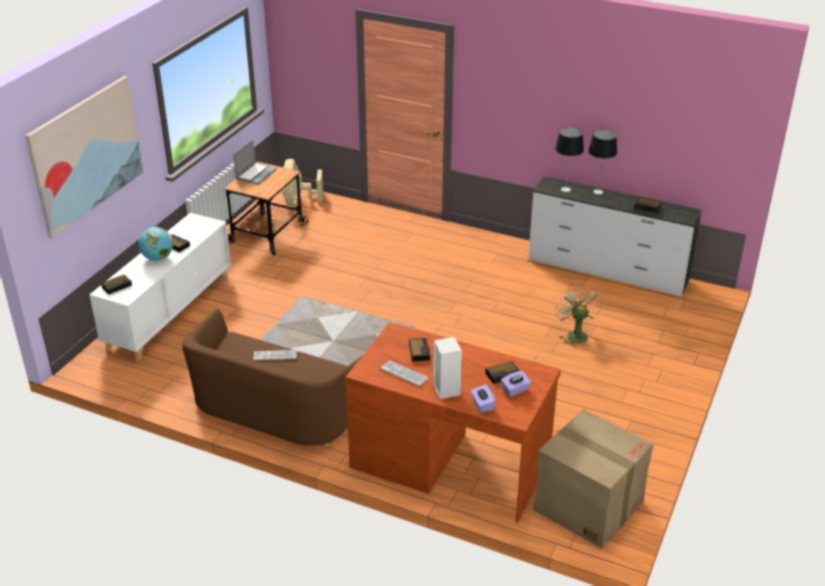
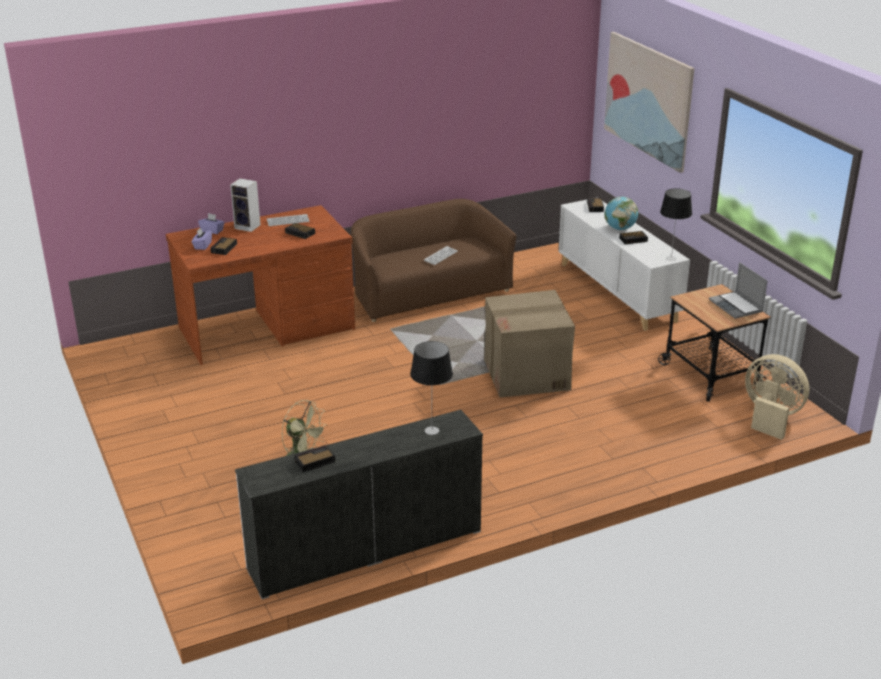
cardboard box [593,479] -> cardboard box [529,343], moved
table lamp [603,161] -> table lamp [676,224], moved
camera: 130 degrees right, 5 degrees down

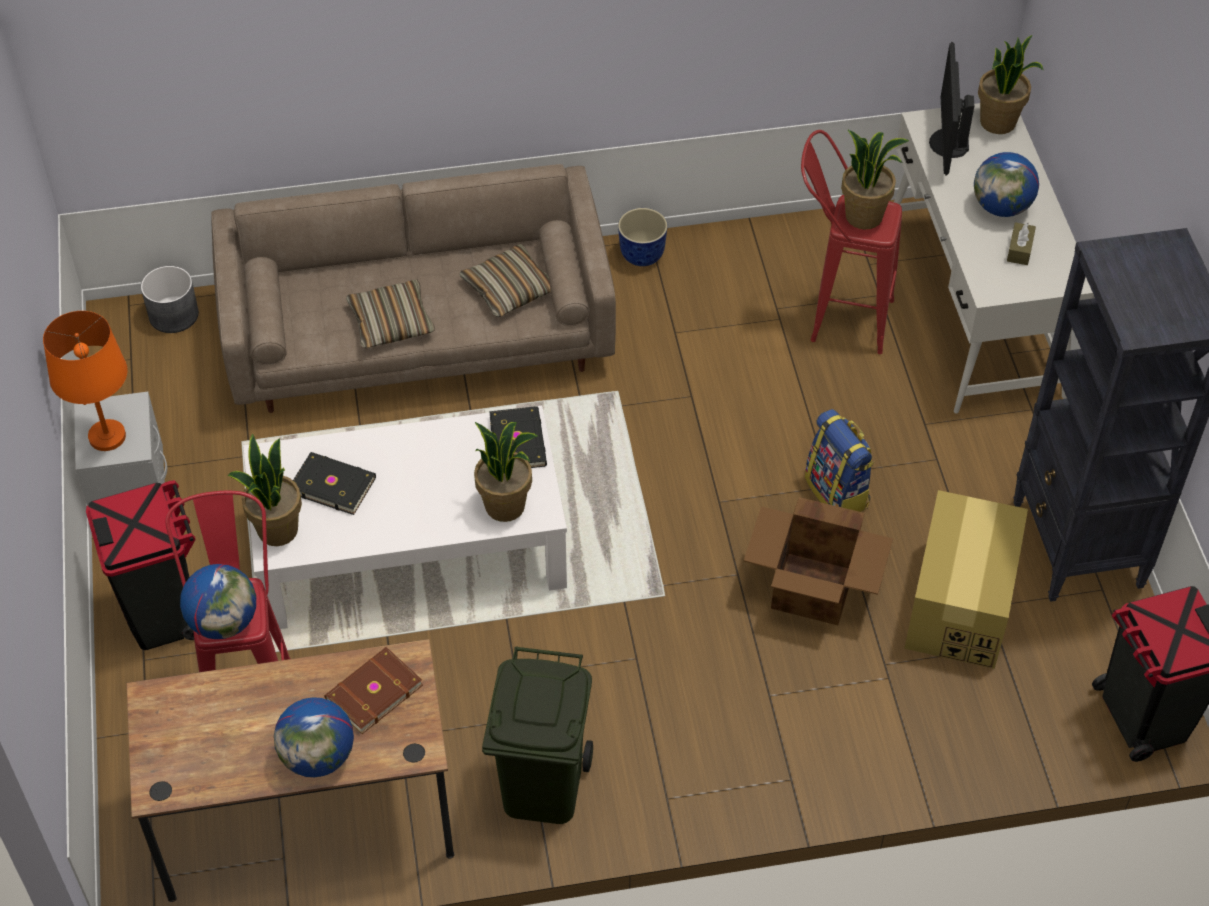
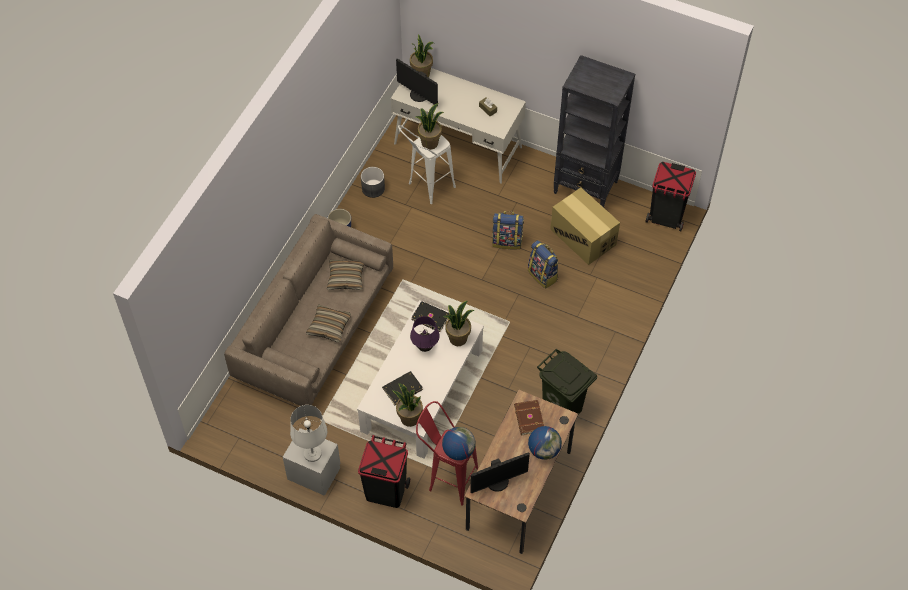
globe [1006,184] -> none
none -> table lamp/purple [425,334]
none -> monitor [500,473]
planter/grey [170,299] -> planter/grey [373,182], moved
cardboard box [818,561] -> backpack [543,264]
table lamp/orange [85,381] -> table lamp/white [308,433]
stool/red [851,242] -> stool/white [427,164]
camera: 55 degrees left, 5 degrees up

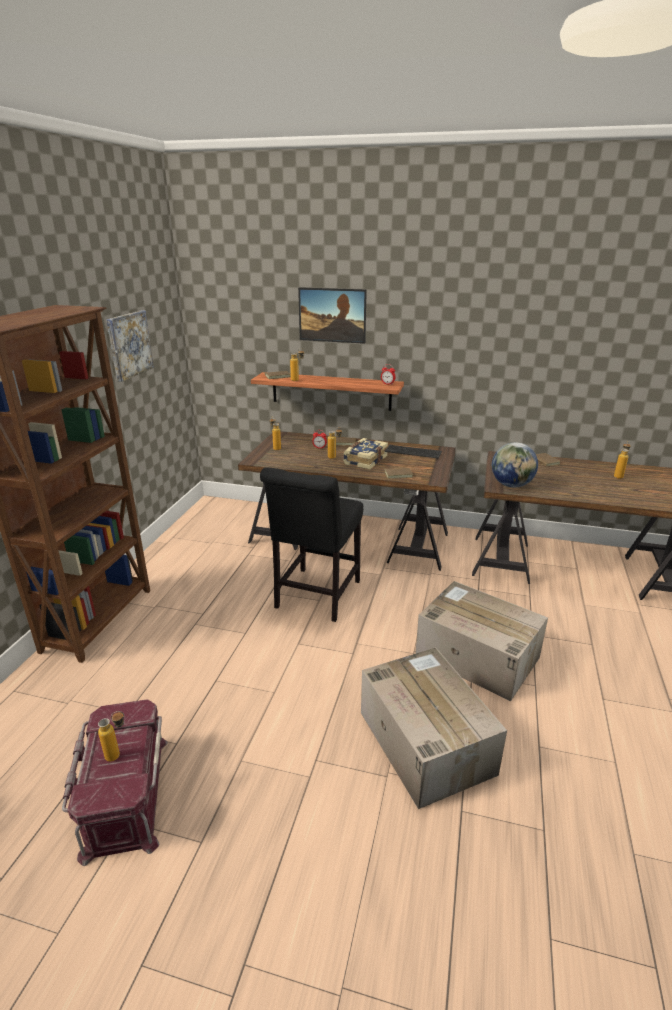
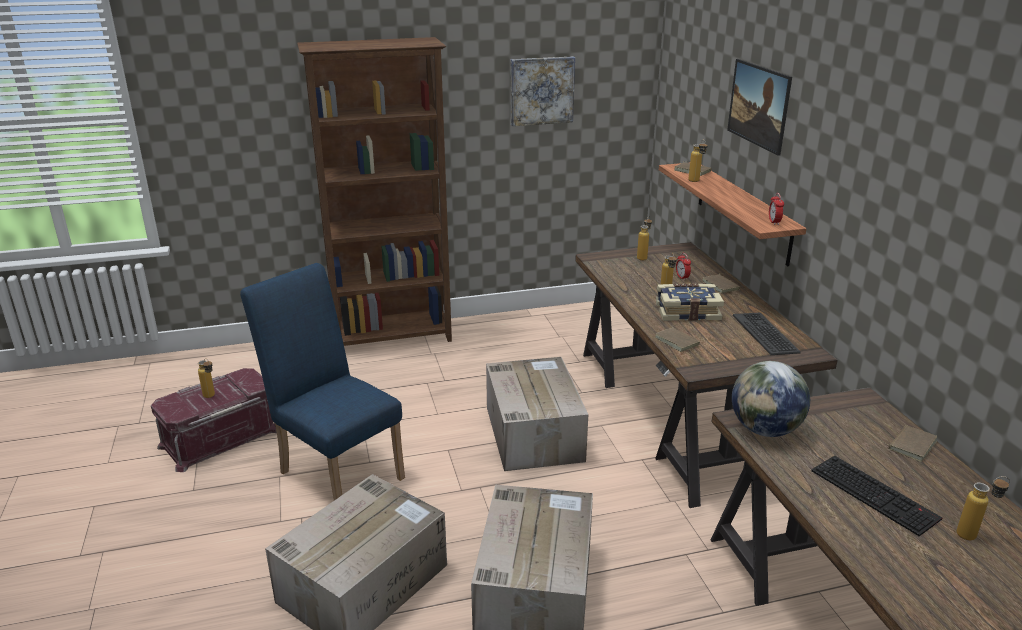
none -> chair/blue [322,381]
none -> keyboard [876,496]
chair/black [311,544] -> cardboard box [537,414]
camera: 60 degrees right, 0 degrees up

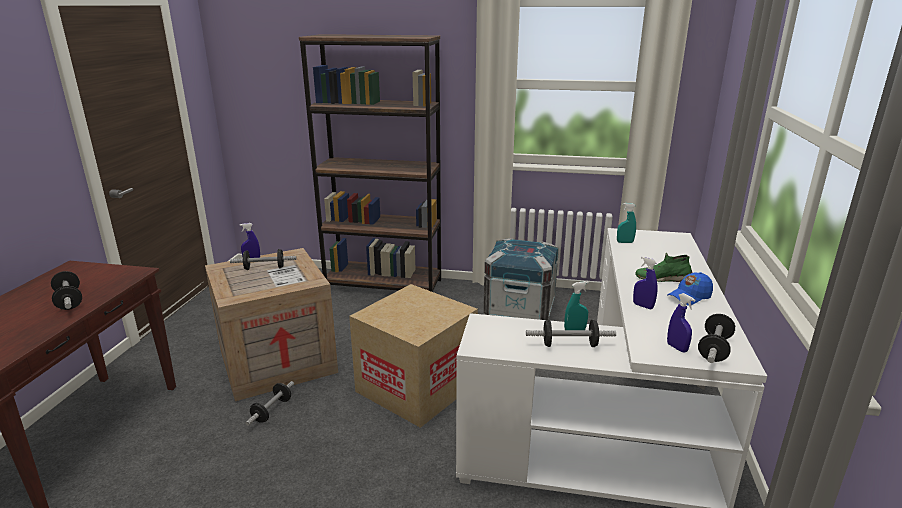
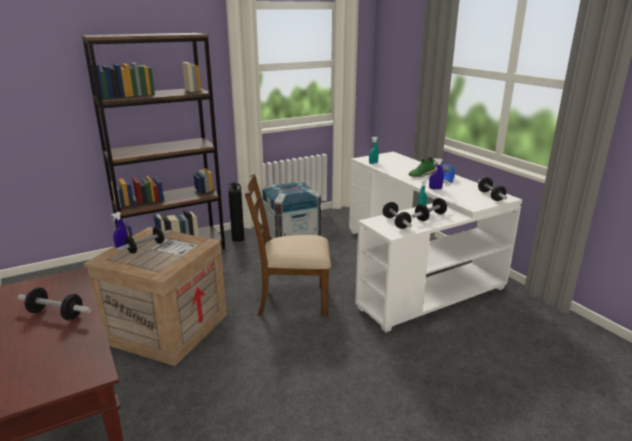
spray bottle/blue [681,323] -> none
none -> fire extinguisher [236,212]
dumbbell [269,403] -> dumbbell [397,215], moved
cardboard box [413,356] -> chair/brown [288,245]
camera: 40 degrees left, 0 degrees up

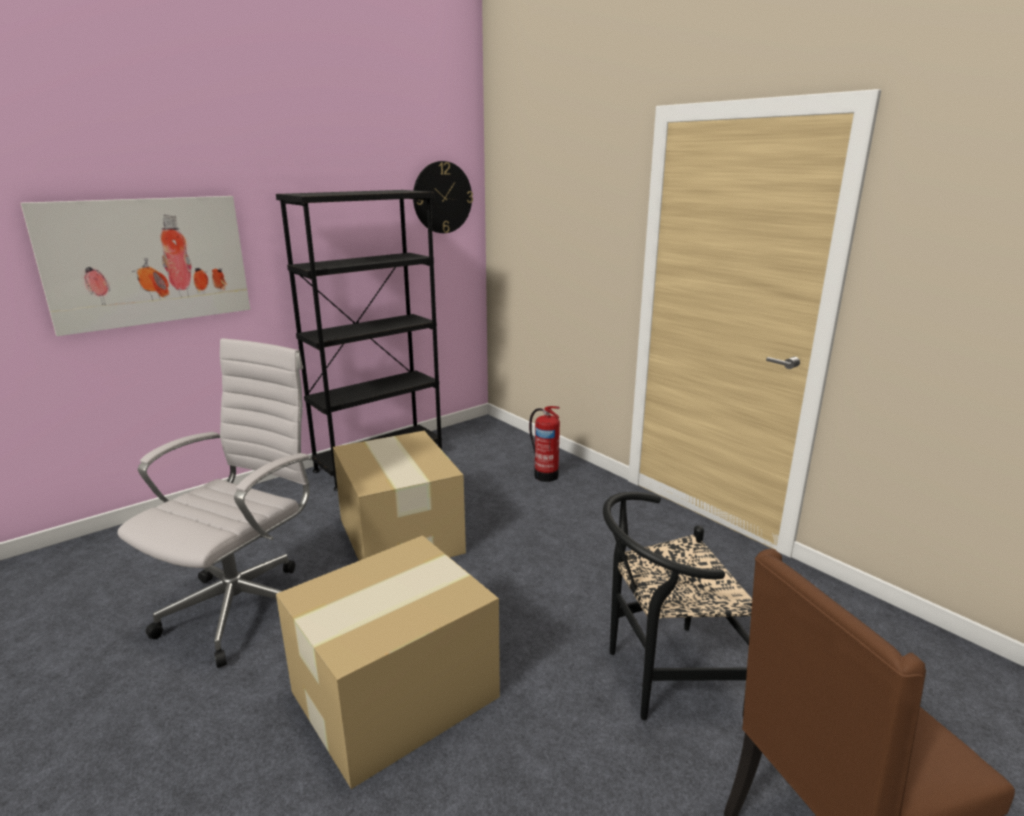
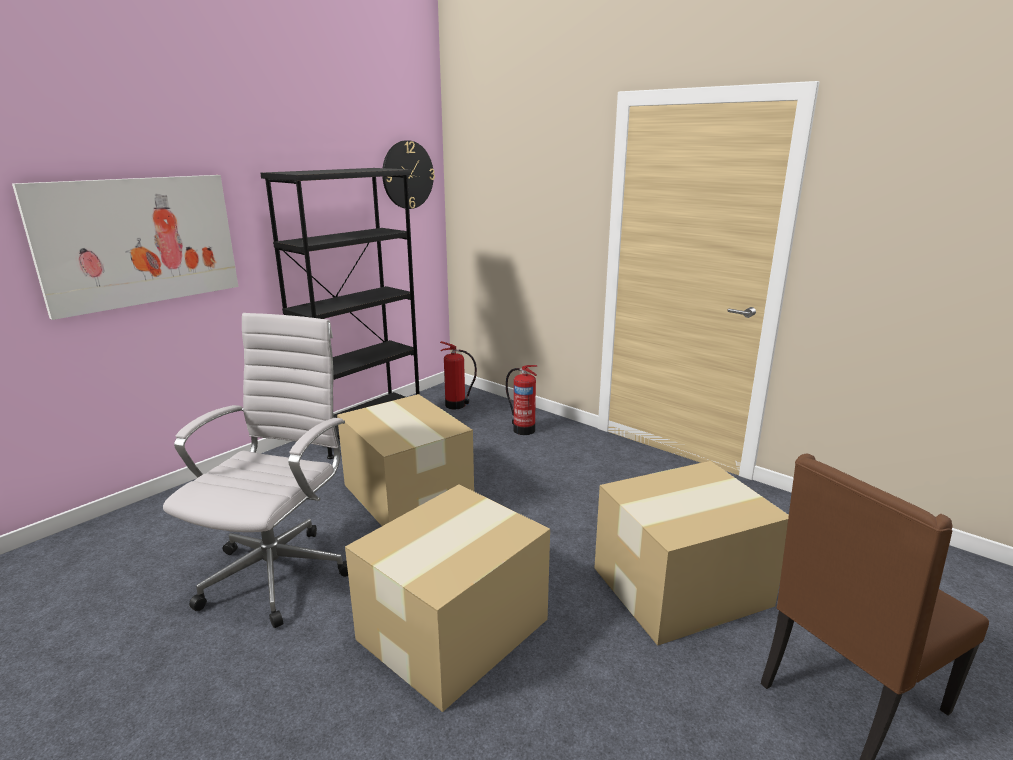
none -> fire extinguisher [458,375]
chair/black [677,606] -> cardboard box [691,553]
camera: 10 degrees left, 0 degrees up

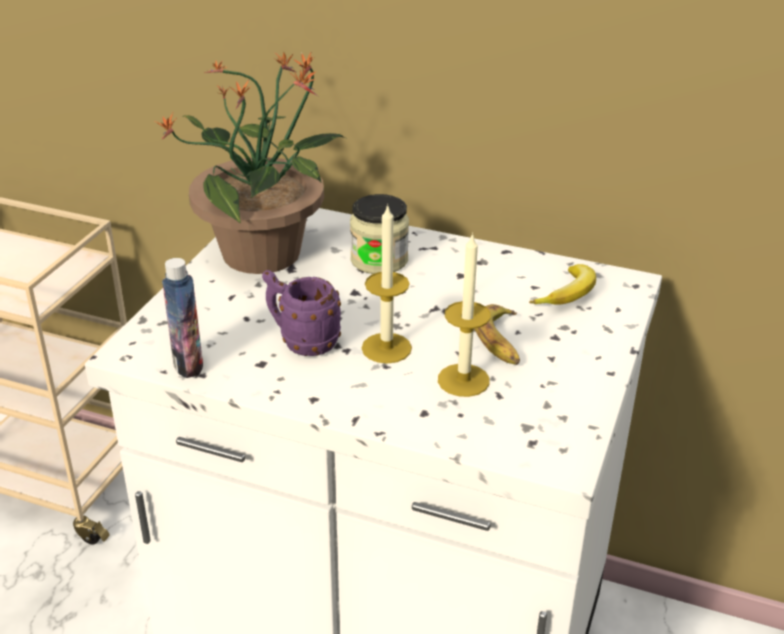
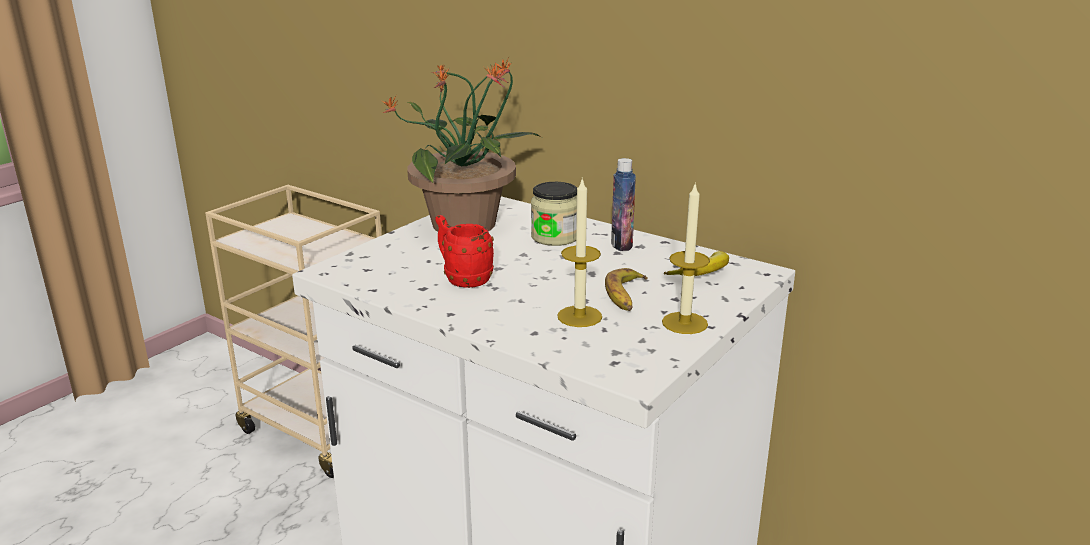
bottle [182,318] -> bottle [623,204], moved
candle [387,284] -> candle [686,258], moved
mug/purple [301,313] -> mug/red [464,251]
camera: 15 degrees right, 10 degrees down

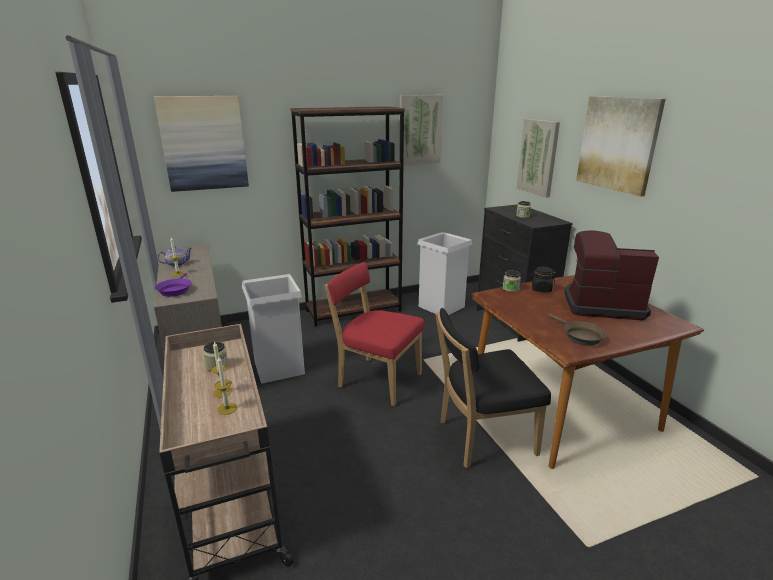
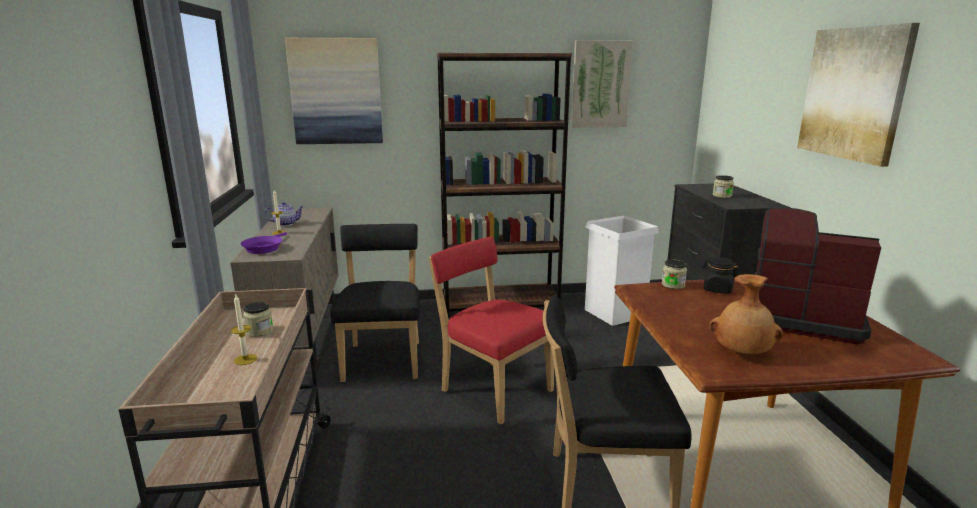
candle [226,385] -> none
picture [538,158] -> none
trash can/white [273,329] -> chair/black [375,303]
frying pan/brown [577,330] -> vase/brown [746,314]
camera: 15 degrees right, 5 degrees down

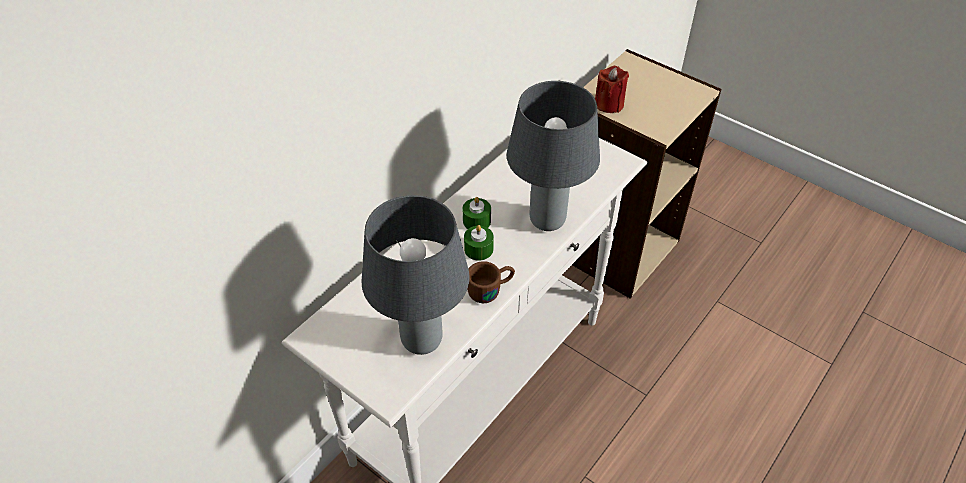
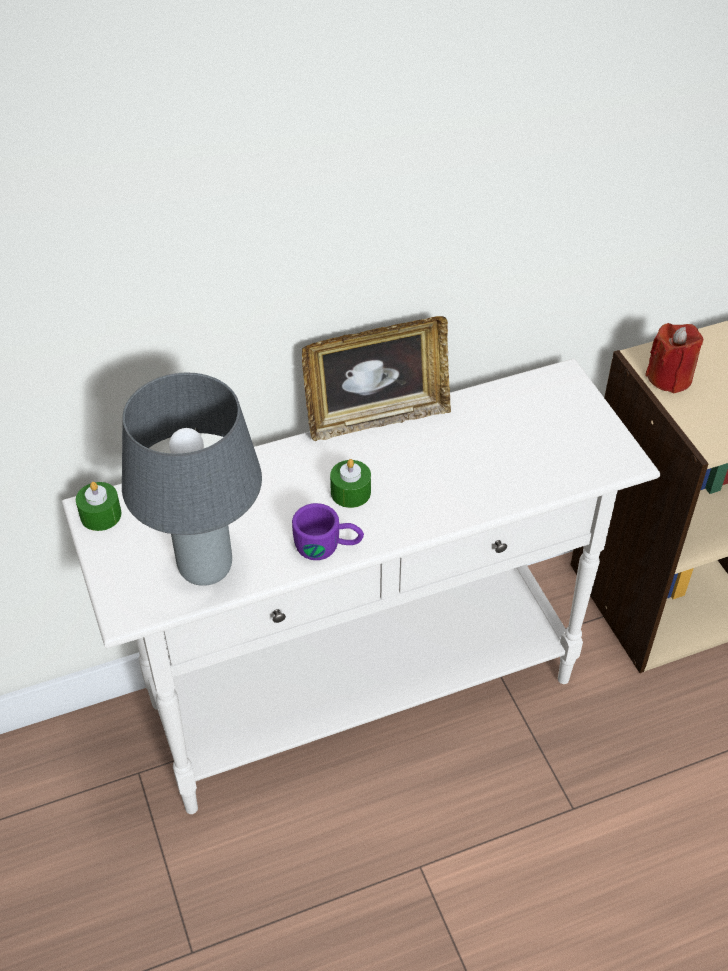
table lamp/grey [553,156] -> none
none -> picture frame [376,378]
candle/green [477,213] -> candle/green [99,506], moved
mug/brown [491,282] -> mug/purple [328,531]
camera: 30 degrees right, 0 degrees up

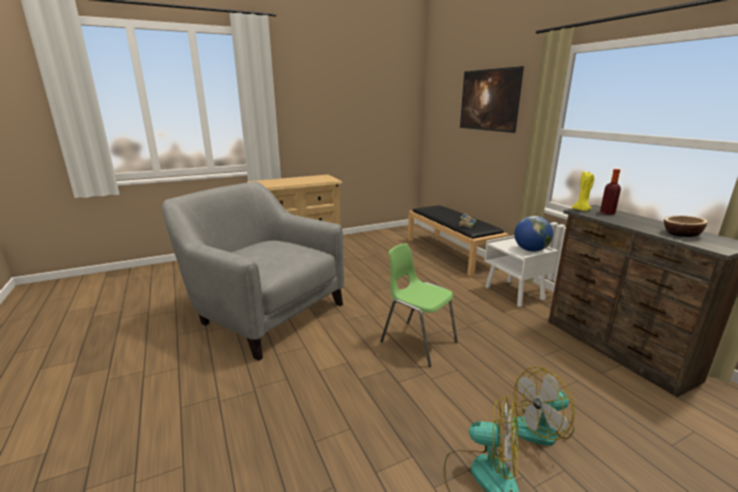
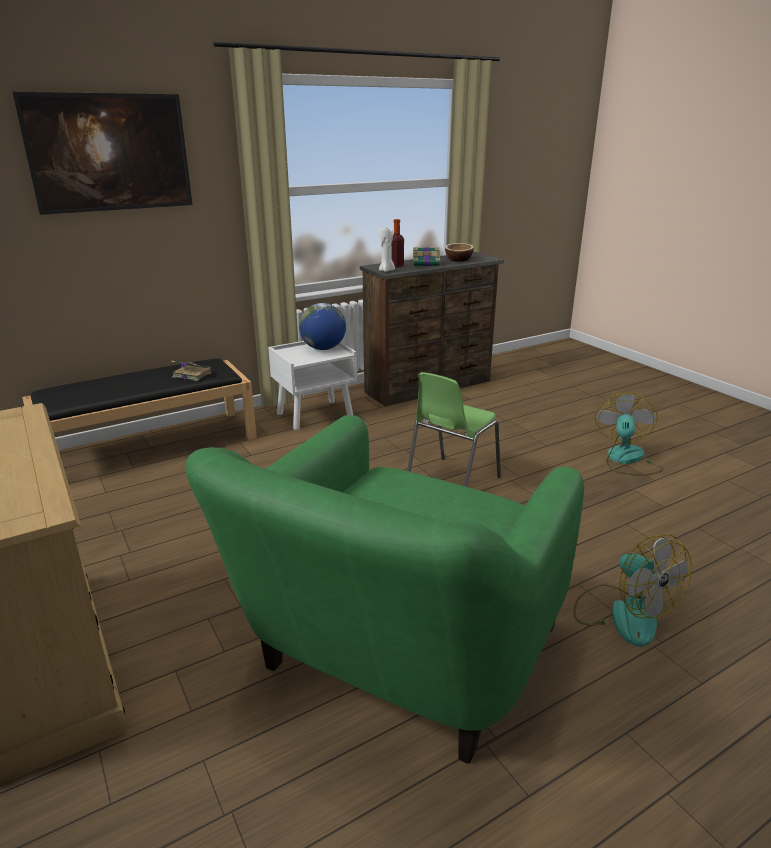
none -> book [428,256]
fan [543,406] -> fan [632,590], moved
armchair/grey [253,271] -> armchair/green [385,589]
candle/yellow [583,191] -> candle/white [387,250]
camera: 95 degrees left, 5 degrees up

